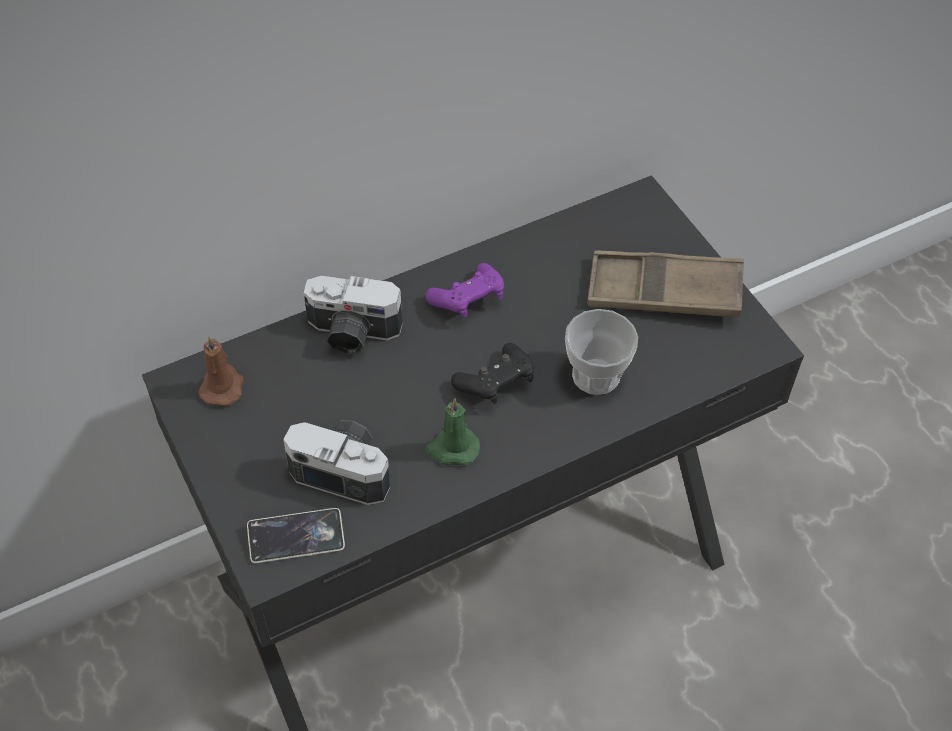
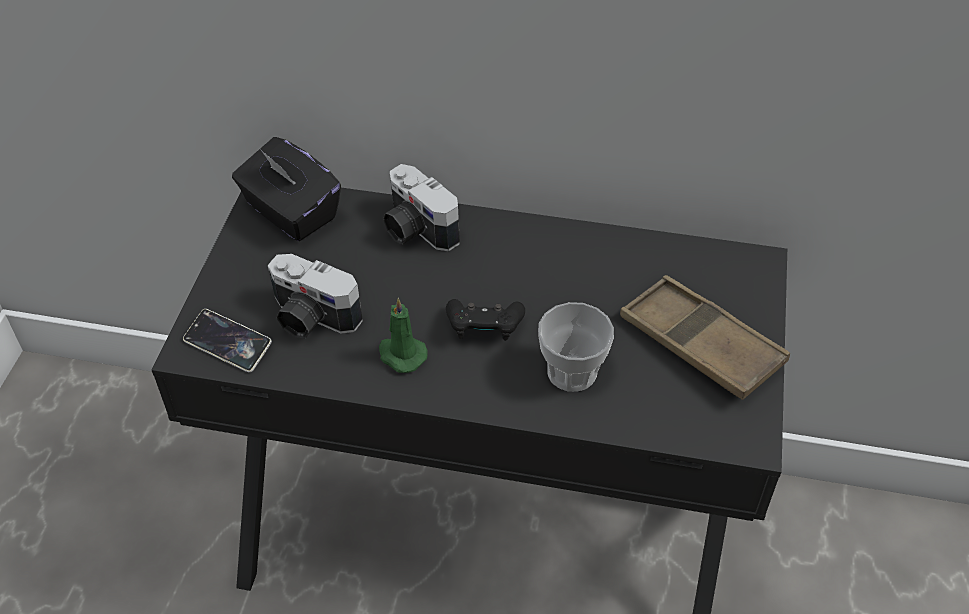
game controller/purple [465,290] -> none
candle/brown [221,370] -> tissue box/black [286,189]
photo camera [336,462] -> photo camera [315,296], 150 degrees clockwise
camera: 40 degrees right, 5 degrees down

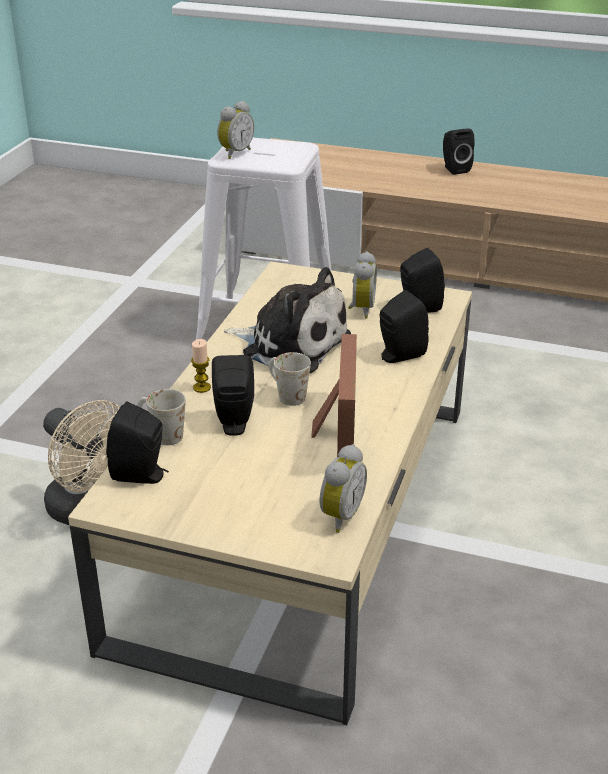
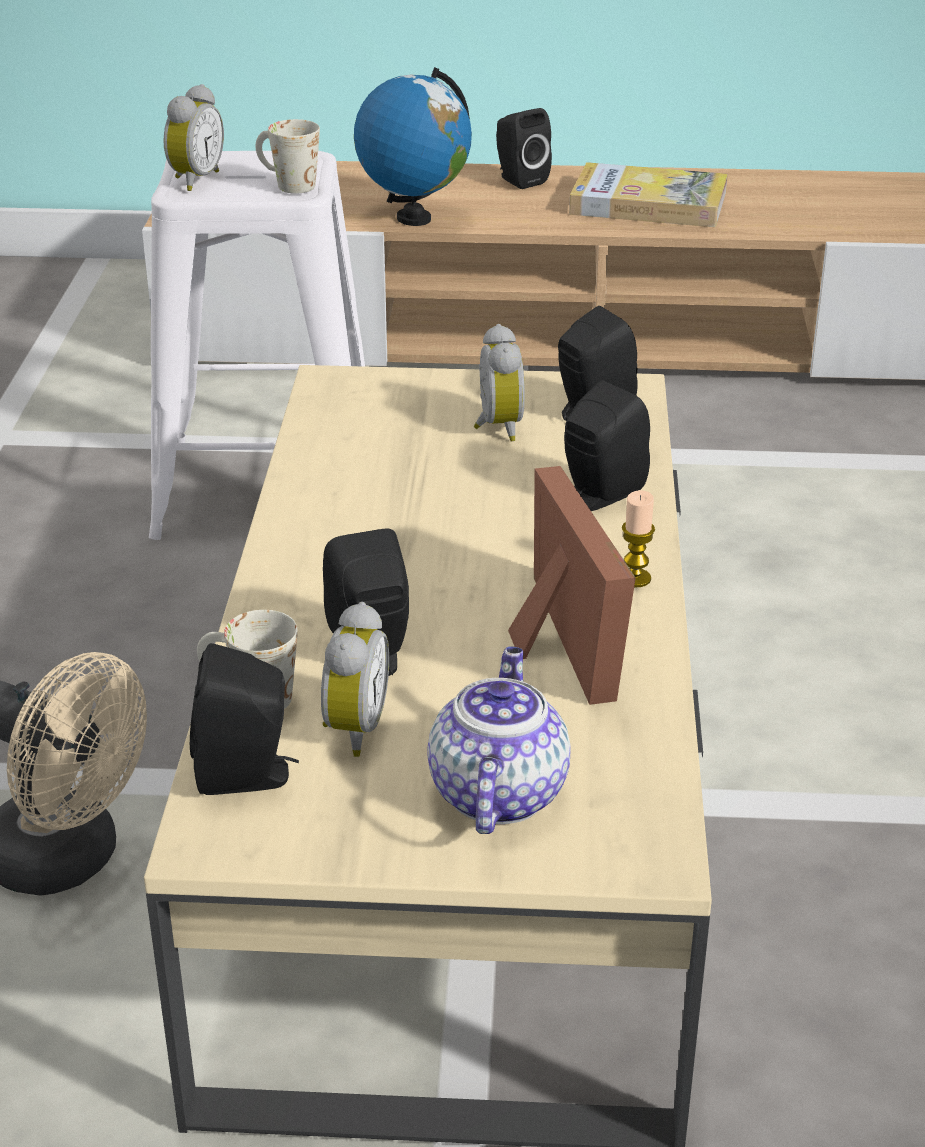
plush toy [287,320] -> none
none -> globe [413,146]
none -> teapot [499,740]
none -> book [648,194]
candle [201,366] -> candle [638,538], moved
mug/white [290,379] -> mug/white [288,156], moved
alarm clock [343,488] -> alarm clock [355,679], moved
camera: 15 degrees left, 0 degrees up

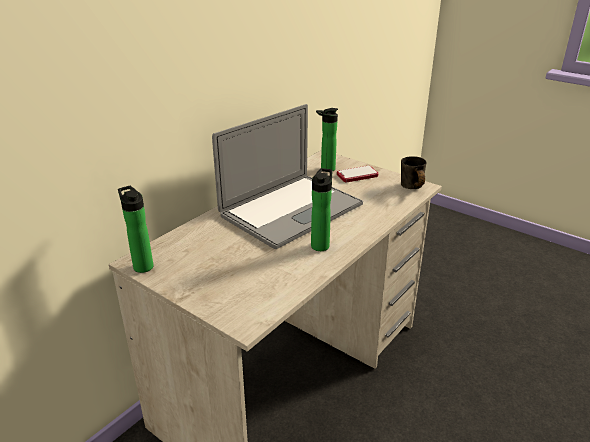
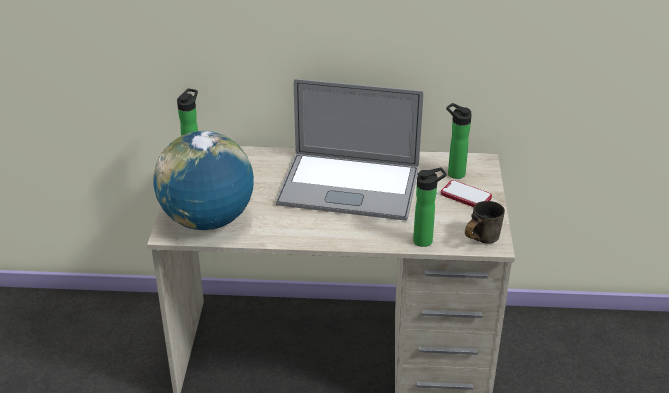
none -> globe [203,180]
bottle [321,209] -> bottle [429,207], moved
camera: 55 degrees right, 5 degrees up

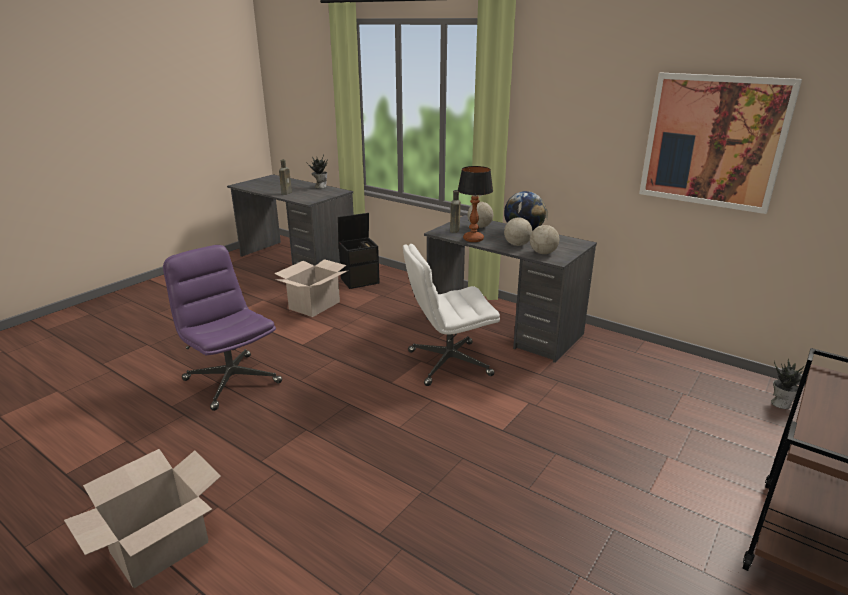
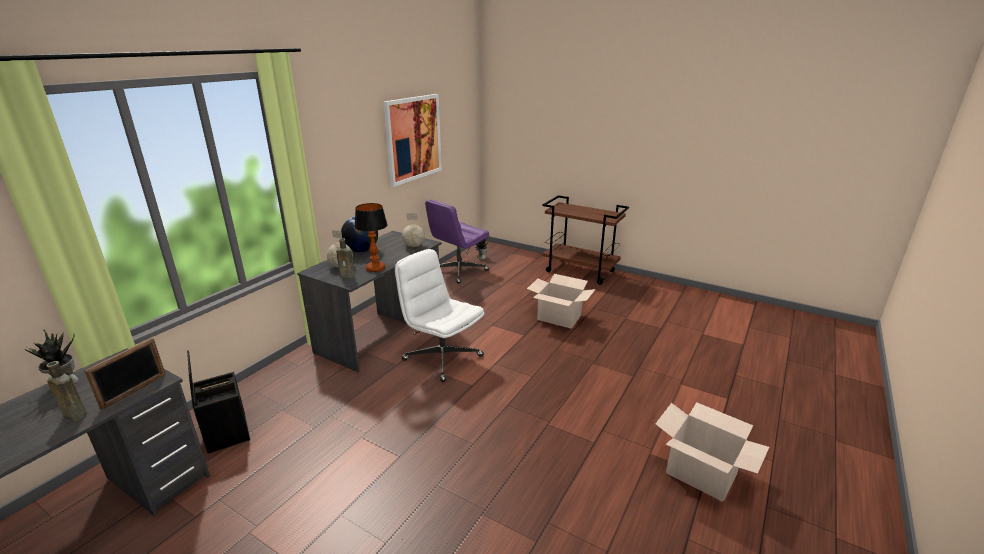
globe [518,224] -> none
none -> picture frame [125,374]
office chair/purple [222,328] -> office chair/purple [457,241], moved
cardboard box [311,288] -> cardboard box [561,301], moved
office chair/white [451,315] -> office chair/white [439,315], 150 degrees clockwise
camera: 95 degrees left, 0 degrees up

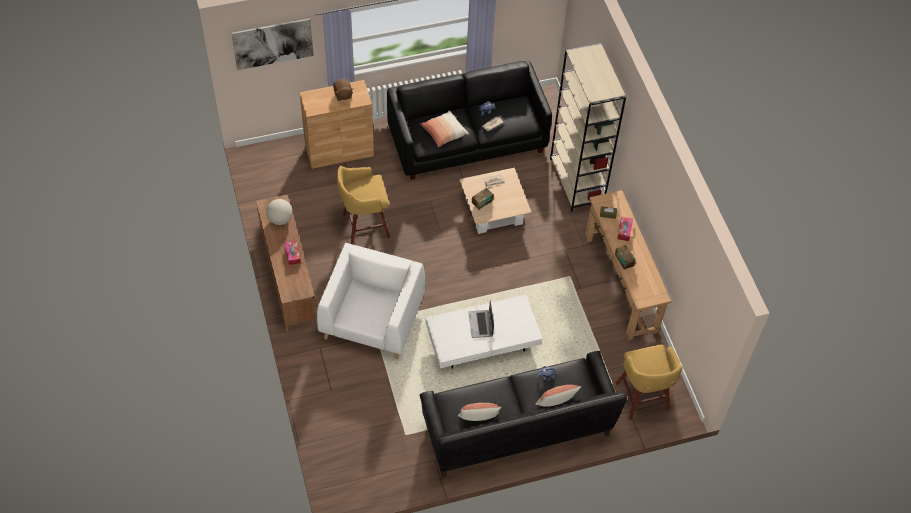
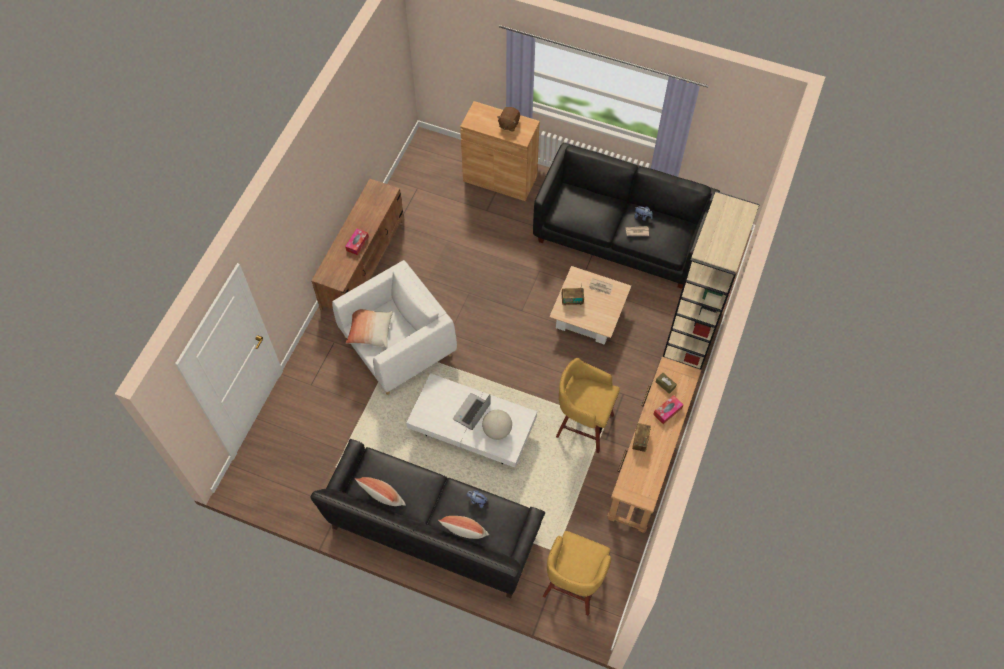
picture [272,44] -> none
globe [279,212] -> globe [497,425], moved
stool/yellow [363,205] -> stool/yellow [588,405], moved
pillow [444,128] -> pillow [369,328], moved
camera: 40 degrees right, 5 degrees up

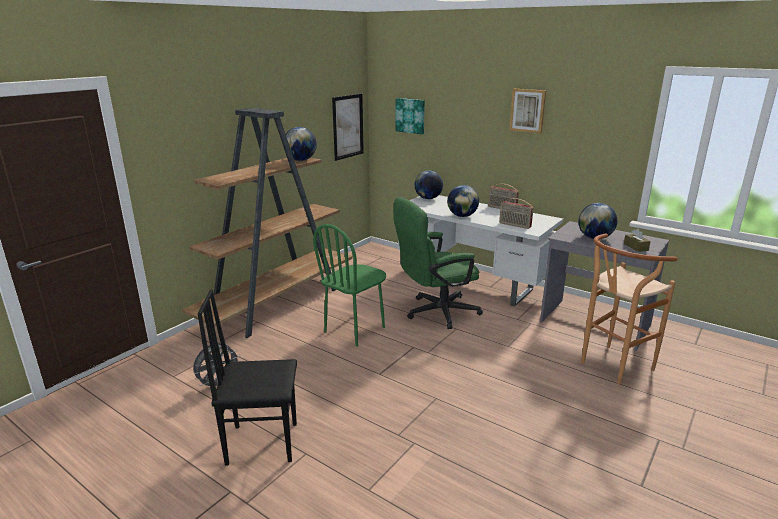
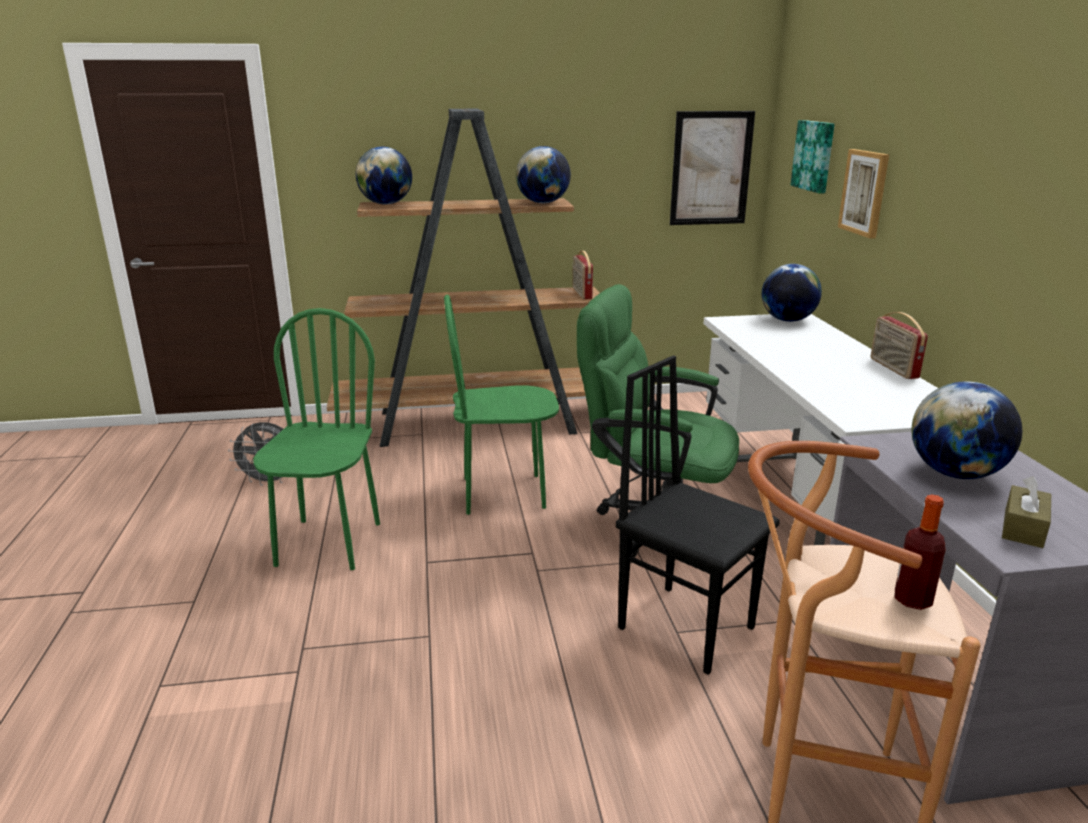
none -> chair/green [316,439]
none -> bottle [920,552]
chair/black [247,378] -> chair/black [698,515], moved
globe [463,201] -> globe [384,175], moved
radio [516,213] -> radio [583,275], moved
picture [527,111] -> picture [863,193], moved
camera: 45 degrees right, 0 degrees up

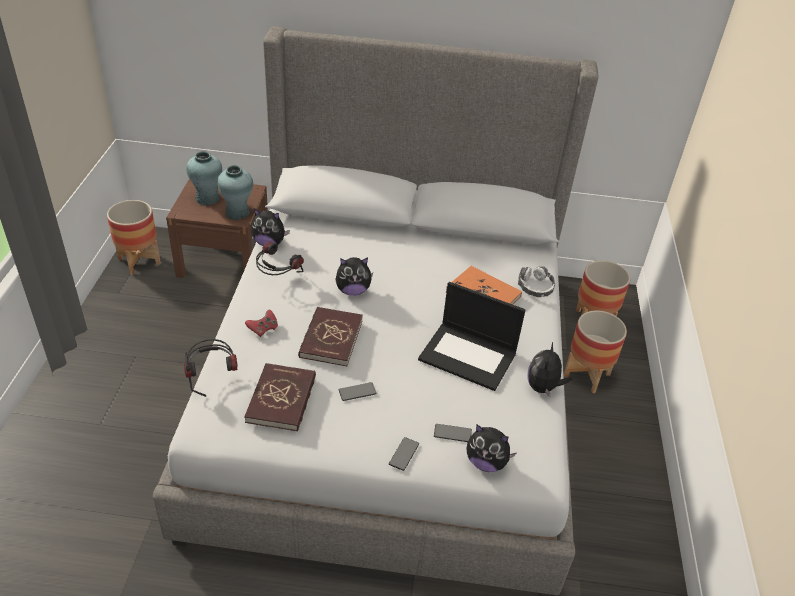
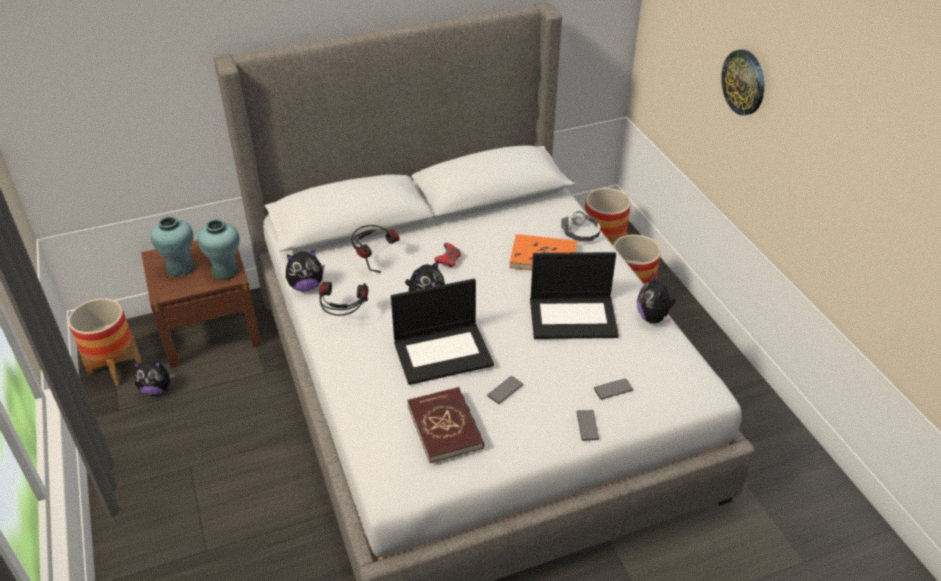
none -> wall clock [742,83]
headphones [210,368] -> headphones [375,249], moved
game controller/red [261,323] -> game controller/red [447,255], moved
plush toy [491,448] -> plush toy [154,377], moved
book/red [330,336] -> laptop [442,332]
camera: 25 degrees left, 0 degrees up

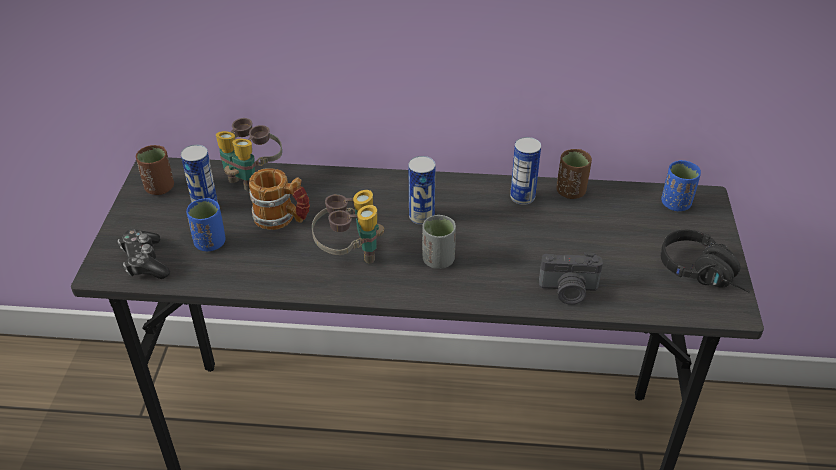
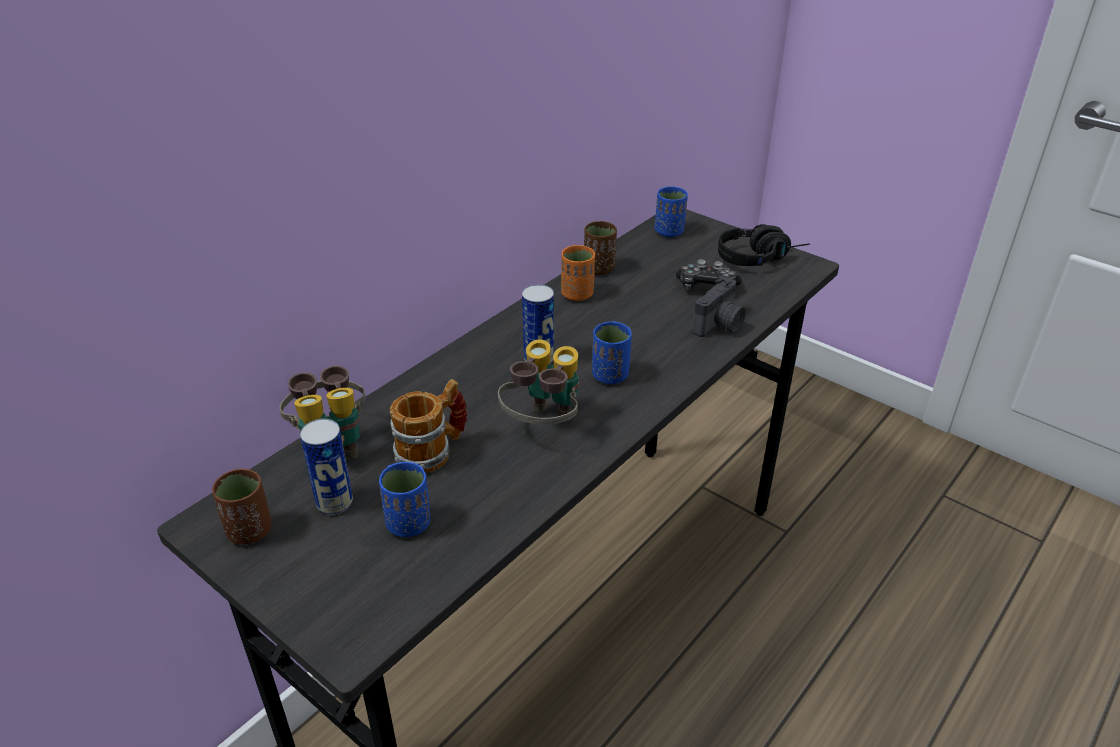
game controller [144,254] -> game controller [709,274], moved
can [525,171] -> cup/orange [578,273]
cup/grey [439,242] -> cup/blue [612,352]
camera: 55 degrees left, 5 degrees down

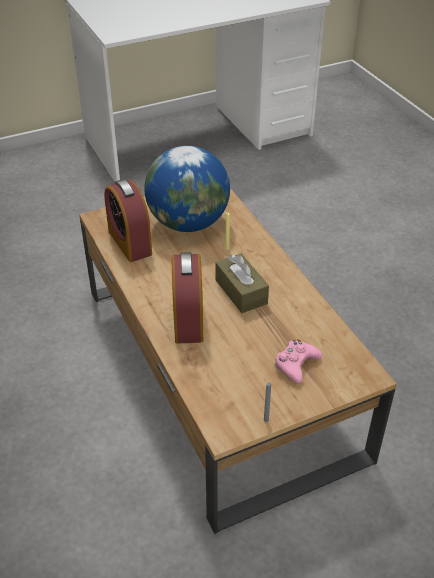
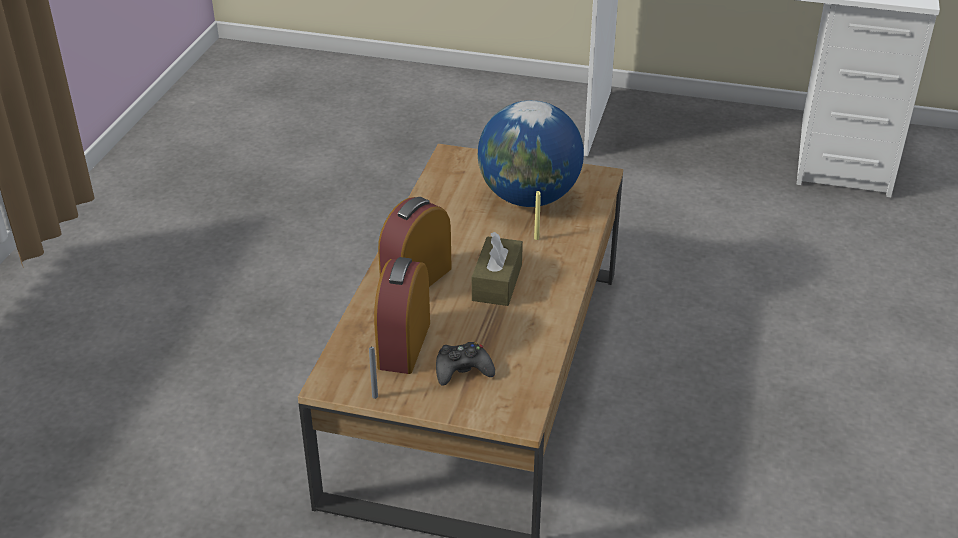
alarm clock [128,220] -> alarm clock [402,315], moved
game controller/pink [298,362] -> game controller/black [465,364]
camera: 40 degrees right, 5 degrees down

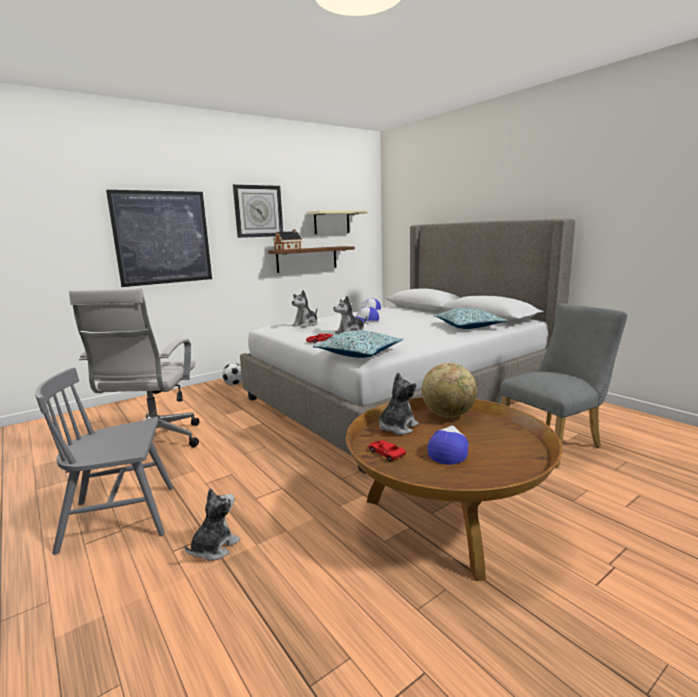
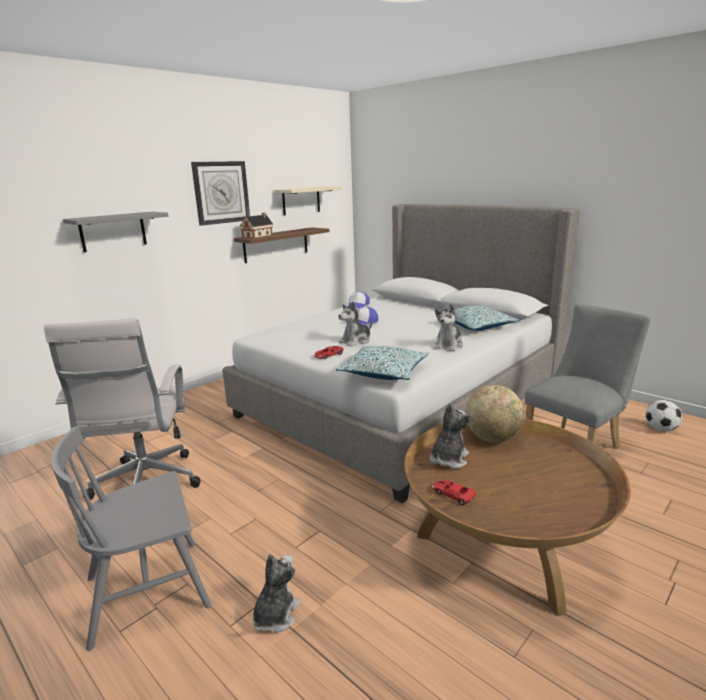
cap [448,445] -> none
football [232,374] -> football [663,416], moved
plush toy [305,309] -> plush toy [448,327], moved
picture [159,238] -> shelf/grey [115,232]
camera: 10 degrees left, 5 degrees up

